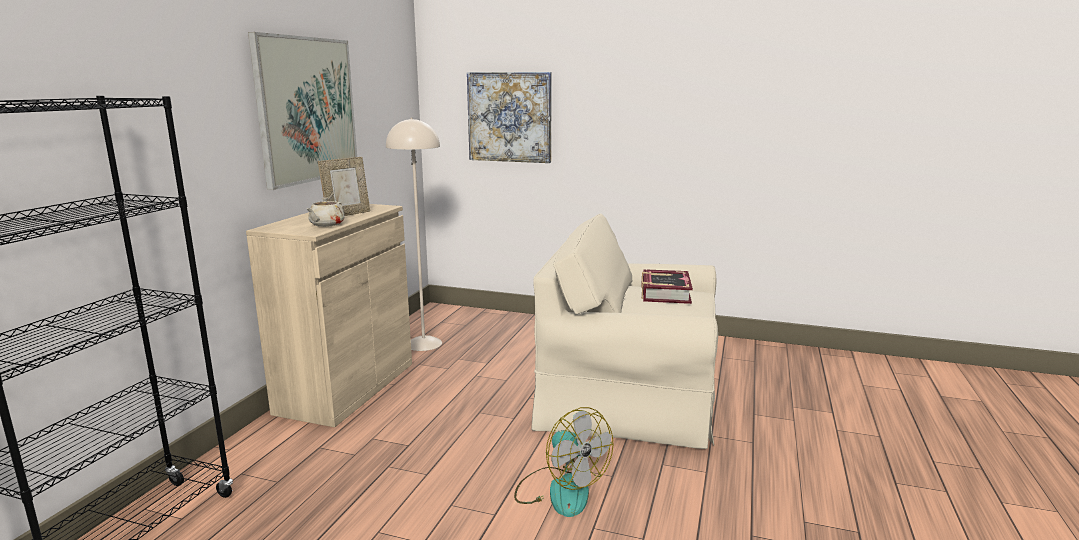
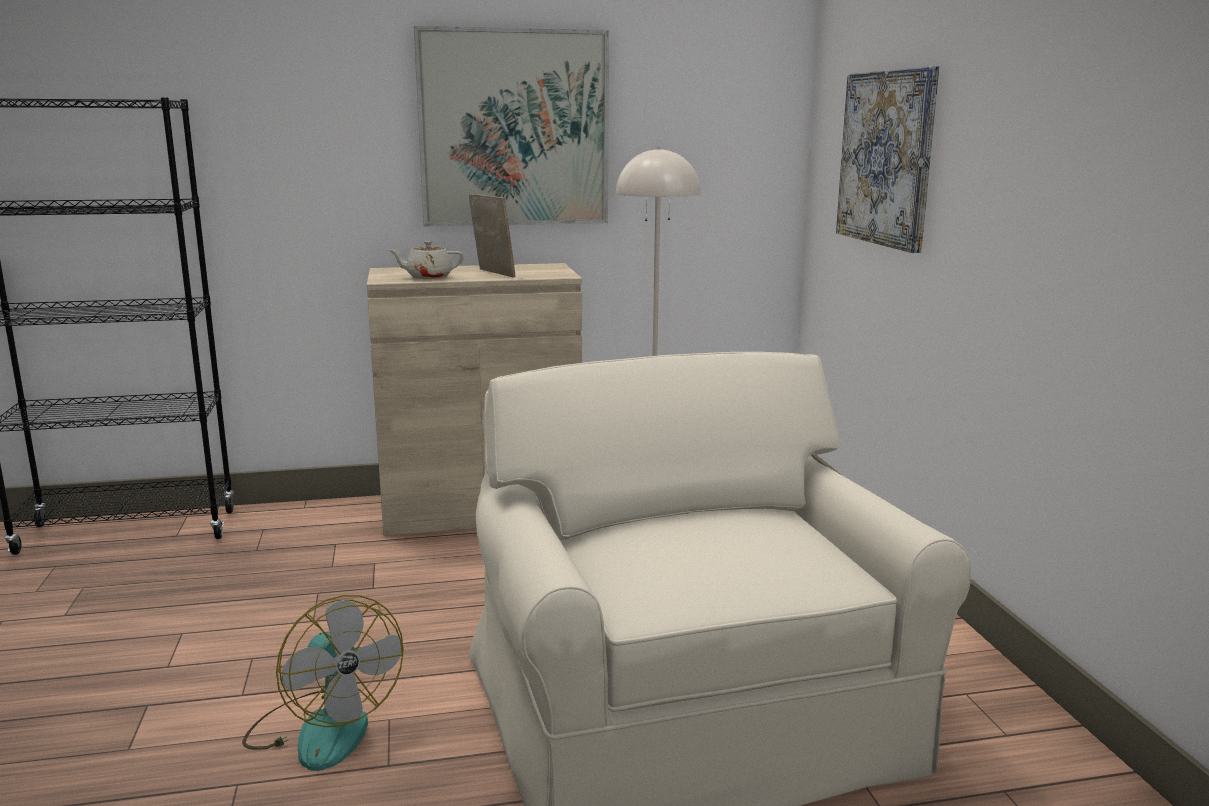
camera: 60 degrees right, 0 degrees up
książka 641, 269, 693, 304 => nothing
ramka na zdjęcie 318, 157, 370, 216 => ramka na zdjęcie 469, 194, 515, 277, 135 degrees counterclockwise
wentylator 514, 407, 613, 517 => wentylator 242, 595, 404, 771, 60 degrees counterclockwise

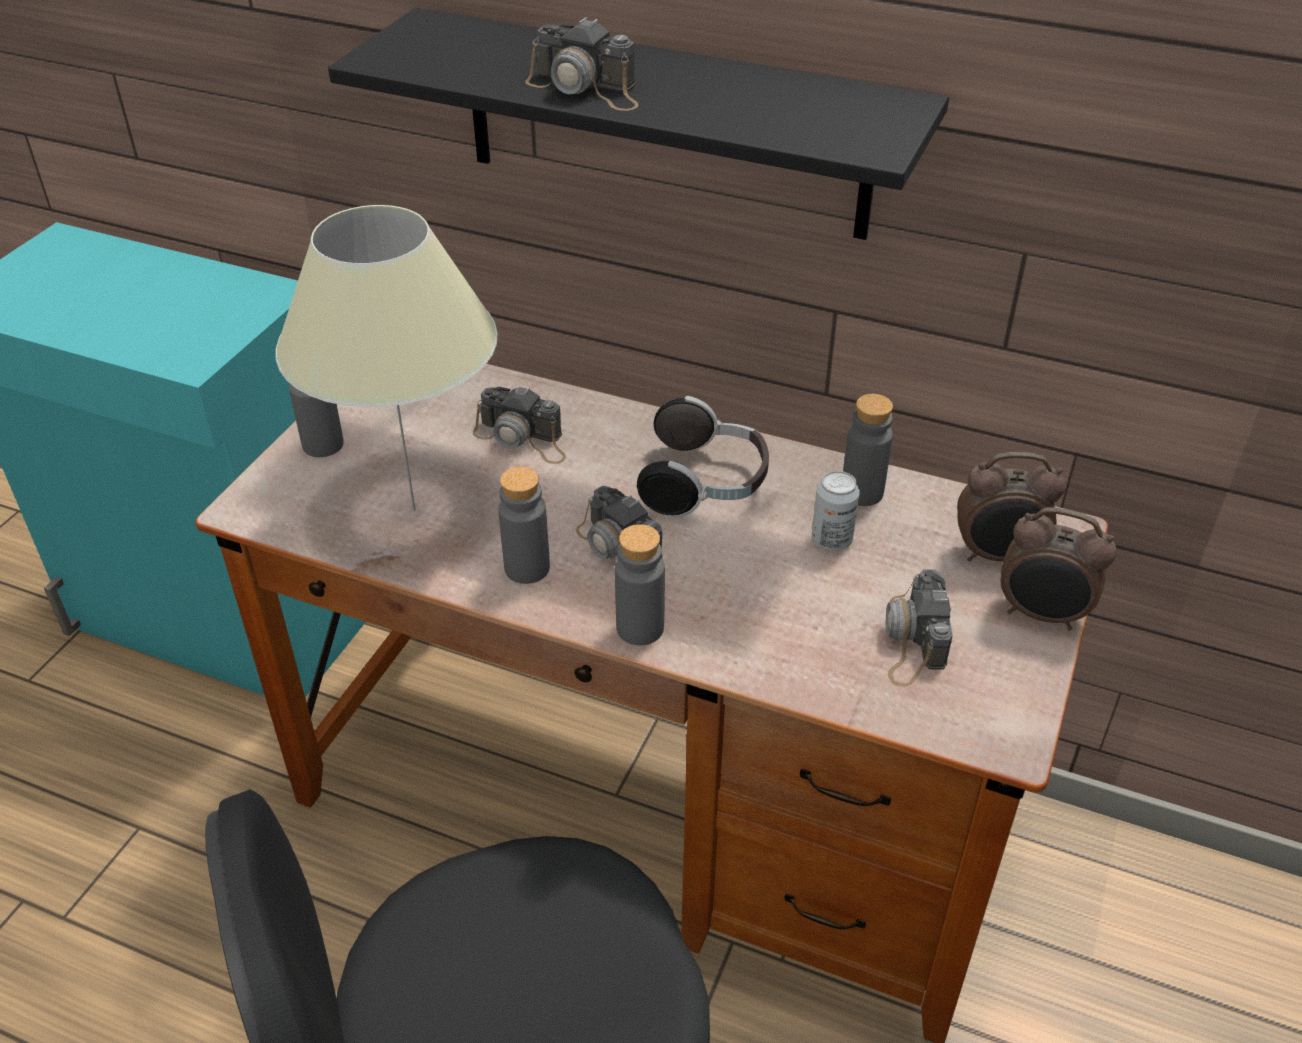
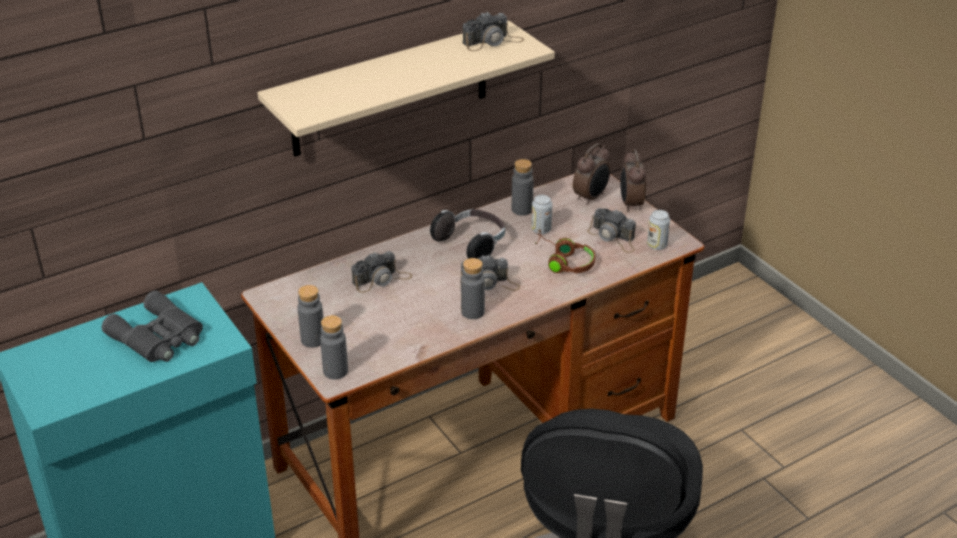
camera: 55 degrees left, 5 degrees down
lampa stołowa/beżowy 276, 205, 498, 511 => nothing
nothing => lornetka/szary 102, 290, 203, 362
nothing => słuchawki/brązowy 535, 230, 595, 273
nothing => puszka 647, 210, 670, 250
aparat fotograficzny 525, 17, 639, 111 => aparat fotograficzny 463, 12, 524, 51, relocated
butelka/szary 615, 524, 665, 645 => butelka/szary 320, 315, 348, 379, relocated
półka/czarny 328, 8, 949, 240 => półka/beżowy 257, 20, 555, 157
budzik 1001, 507, 1117, 630 => budzik 620, 149, 646, 212, 120 degrees clockwise

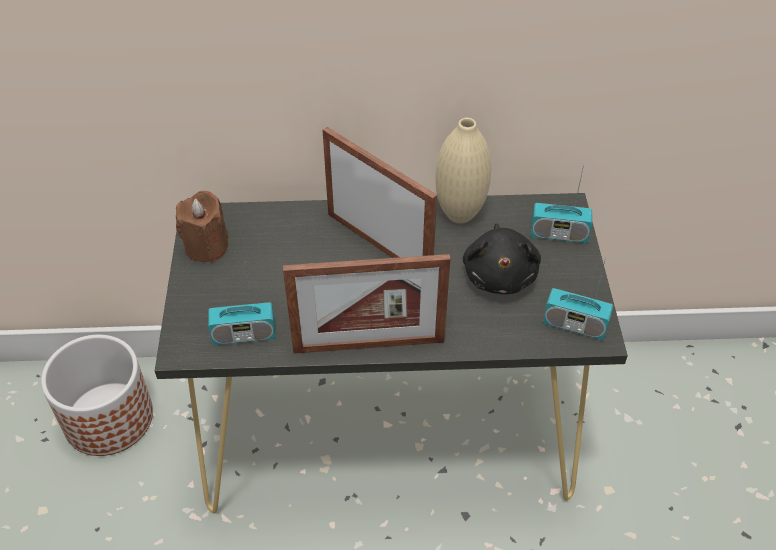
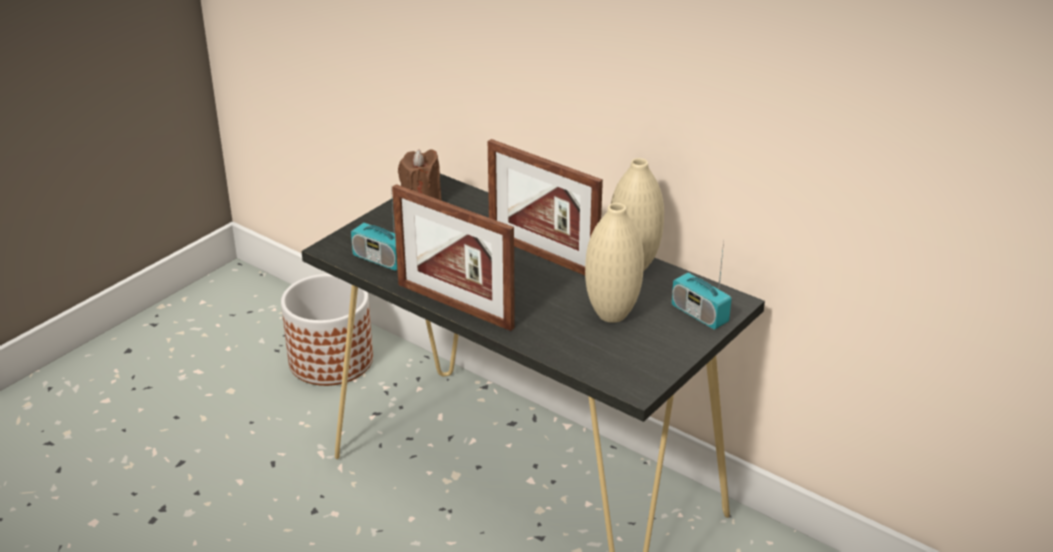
camera: 40 degrees right, 15 degrees down
radio 543, 258, 613, 340 => nothing
pluszak/czarny 463, 223, 541, 294 => wazon/beżowy 585, 203, 644, 323
ramka na zdjęcie 323, 127, 437, 258 => ramka na zdjęcie 488, 139, 603, 275, 135 degrees clockwise

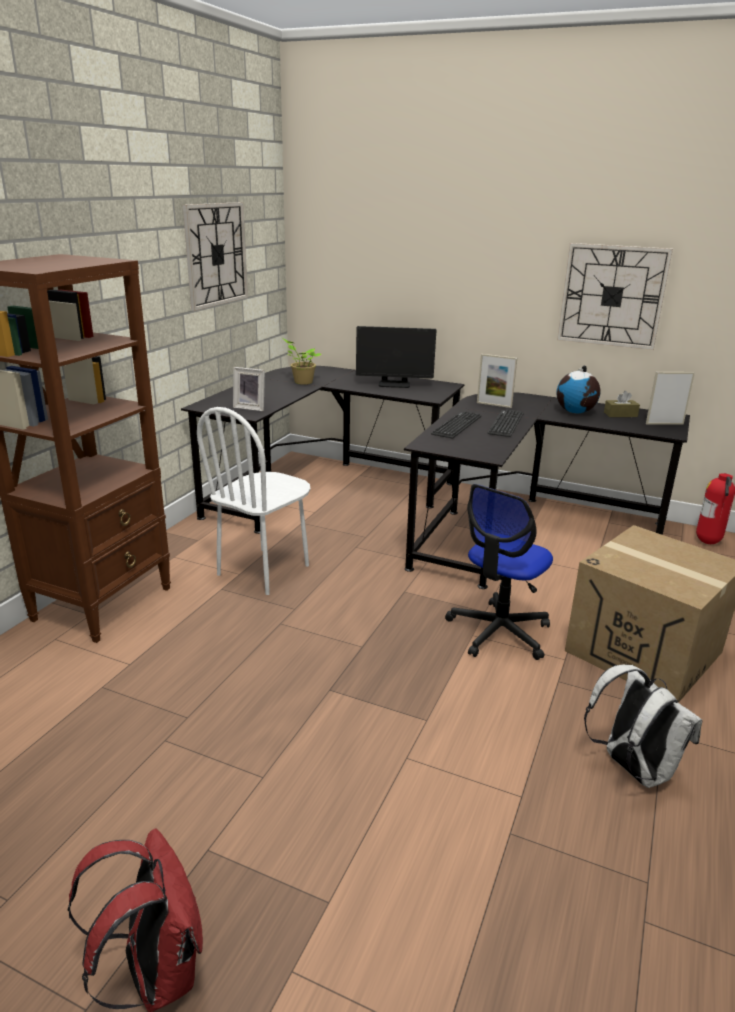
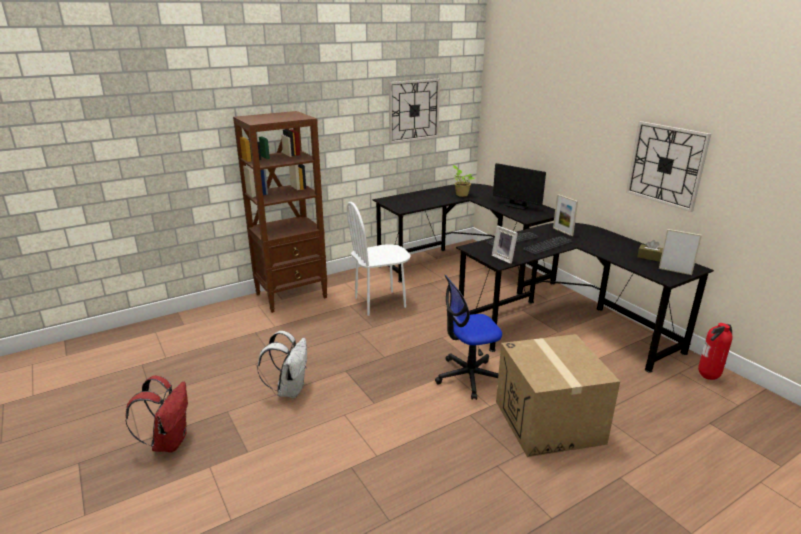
camera: 35 degrees right, 0 degrees up
globus 557, 365, 600, 413 => nothing
ramka na zdjęcie 233, 367, 265, 411 => ramka na zdjęcie 492, 226, 518, 264, relocated
plecak/biały 584, 664, 702, 788 => plecak/biały 257, 331, 307, 398, relocated

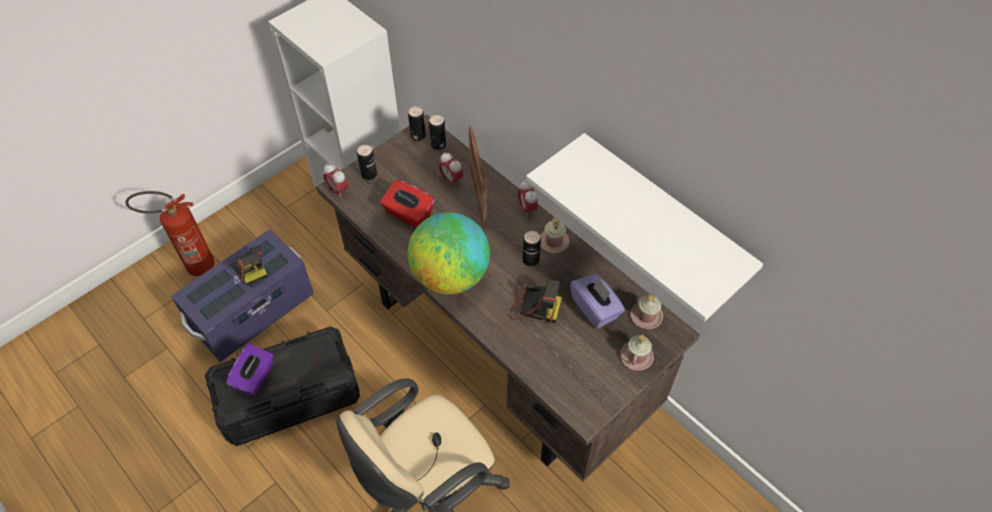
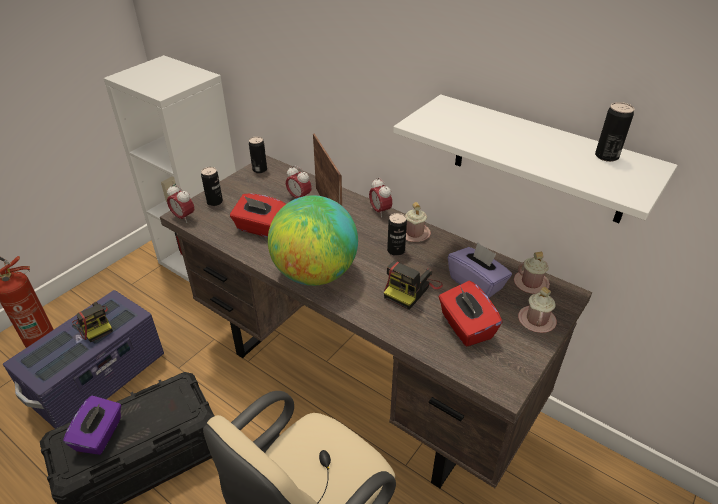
camera: 10 degrees left, 15 degrees down
nothing => pudełko chusteczek/czerwony 439, 281, 502, 347
puszka 429, 115, 446, 150 => puszka 595, 102, 634, 162, relocated
aparat fotograficzny 510, 280, 562, 324 => aparat fotograficzny 384, 261, 443, 310, 120 degrees clockwise

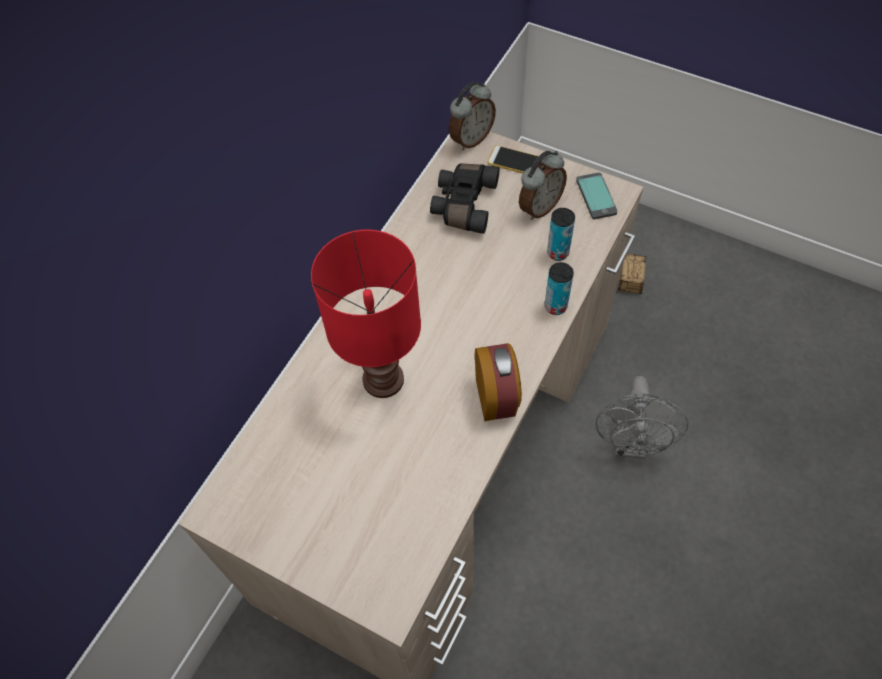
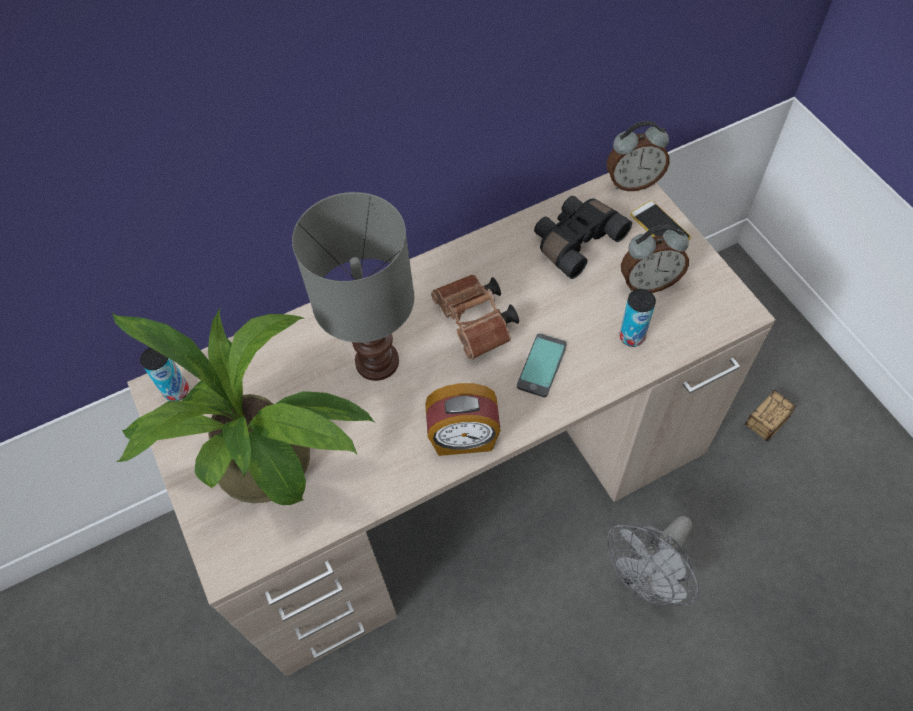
camera: 35 degrees right, 0 degrees up
nothing => roślina doniczkowa 112, 308, 374, 505
nothing => lornetka/brązowy 431, 275, 519, 360
puszka 545, 262, 574, 315 => puszka 140, 347, 189, 401, relocated
telefon 576, 172, 617, 219 => telefon 517, 333, 567, 397, relocated
lampa stołowa/czerwony 311, 230, 421, 398 => lampa stołowa/szary 292, 192, 414, 381
budzik 475, 343, 522, 421 => budzik 425, 383, 501, 456, 60 degrees clockwise

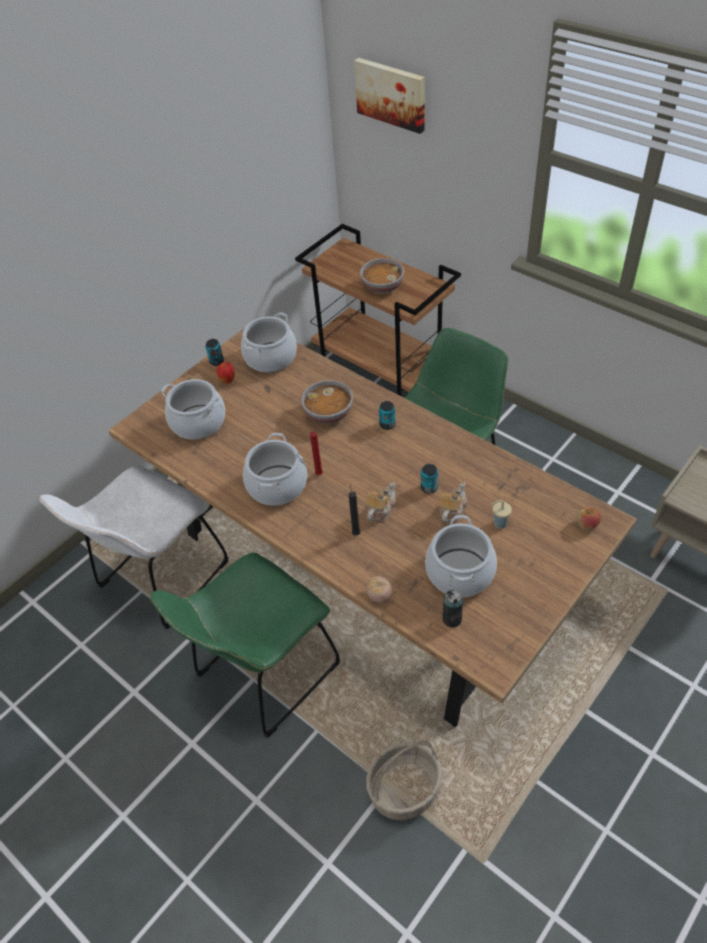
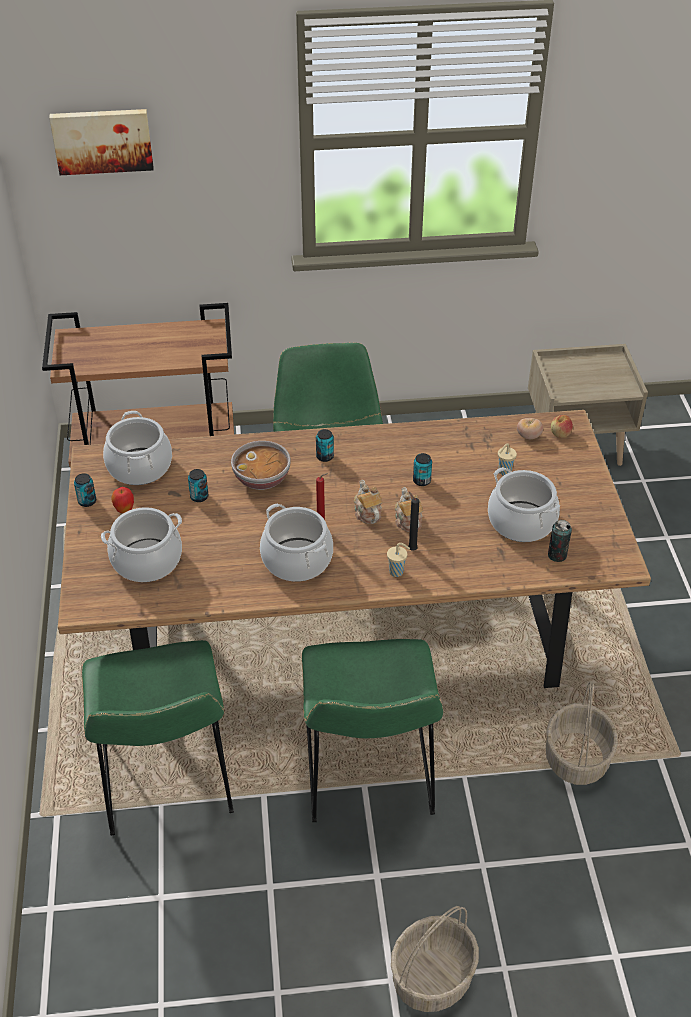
camera: 50 degrees left, 5 degrees down
miska 360, 258, 404, 294 => nothing
nothing => puszka 188, 469, 209, 502
nothing => filiżanka/beżowy 387, 543, 410, 577
nothing => koszyk 391, 906, 479, 1012
pomidor 366, 576, 392, 603 => pomidor 517, 418, 543, 439, relocated
imbryk 439, 482, 467, 524 => imbryk 354, 480, 382, 524, relocated
krzesło/biały 39, 466, 229, 629 => krzesło/zielony 82, 640, 234, 836

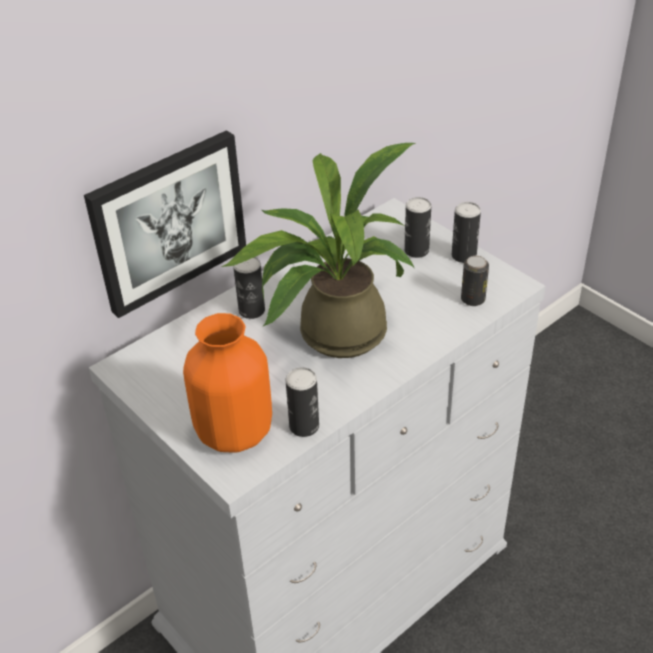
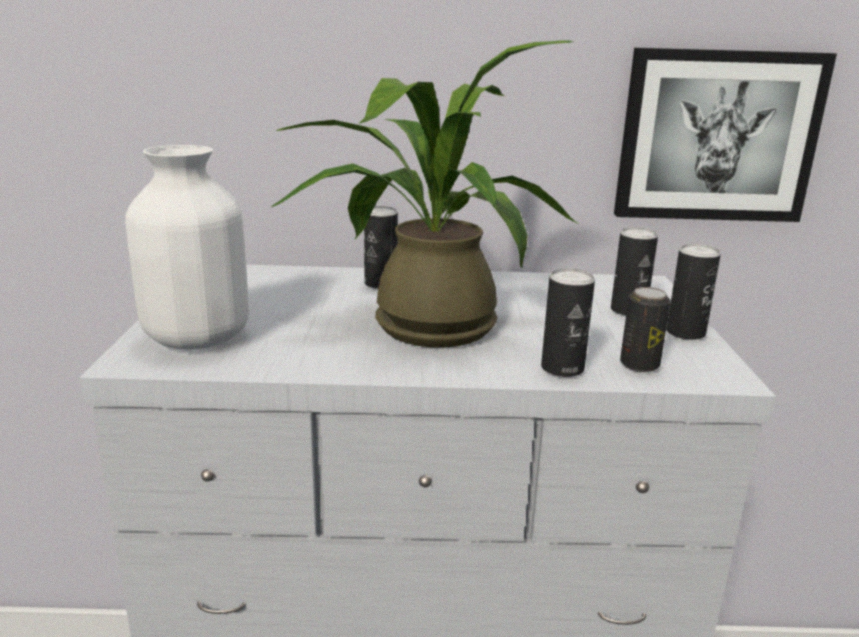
camera: 40 degrees right, 20 degrees down
obraz 84, 130, 246, 318 => obraz 614, 48, 837, 222, relocated
puszka 286, 367, 319, 437 => puszka 541, 268, 595, 377, relocated
wazon/pomarańczowy 183, 313, 272, 452 => wazon/biały 125, 145, 249, 350

